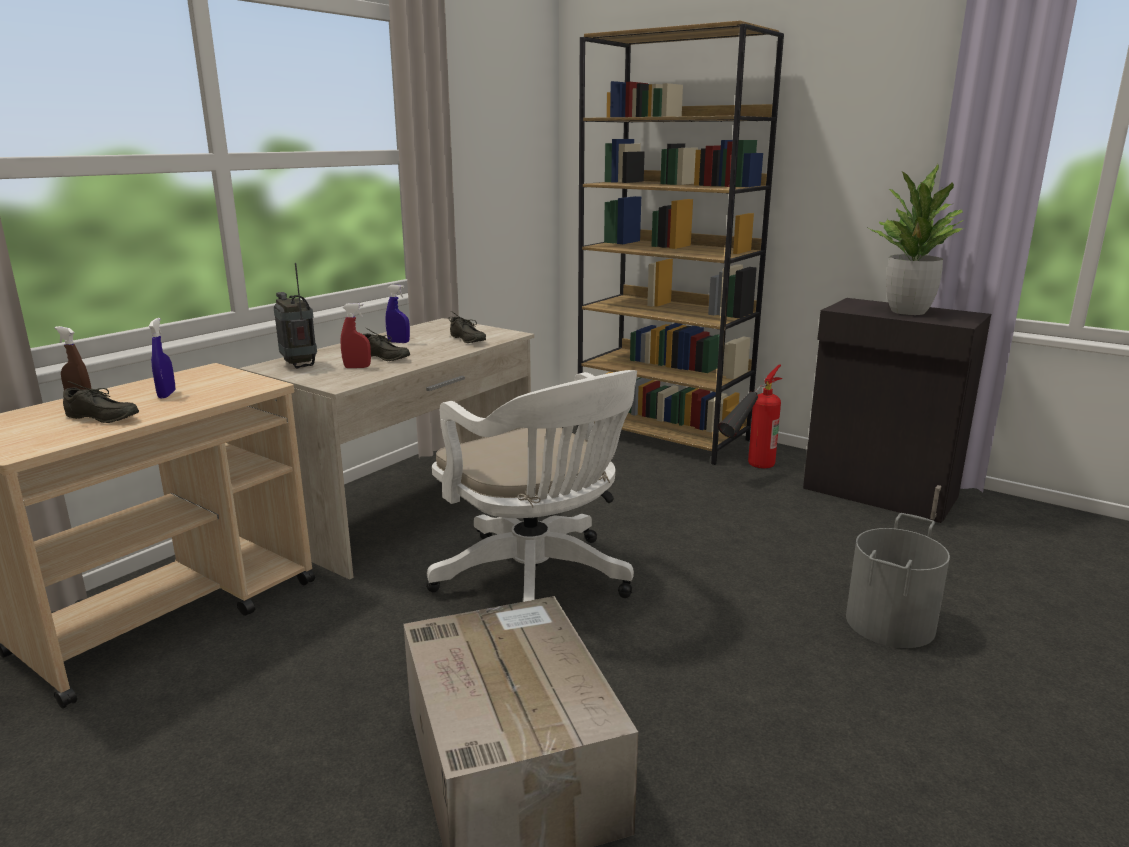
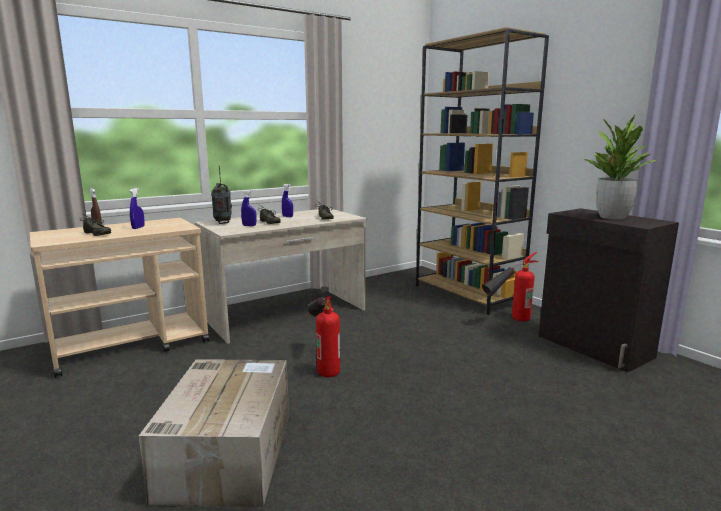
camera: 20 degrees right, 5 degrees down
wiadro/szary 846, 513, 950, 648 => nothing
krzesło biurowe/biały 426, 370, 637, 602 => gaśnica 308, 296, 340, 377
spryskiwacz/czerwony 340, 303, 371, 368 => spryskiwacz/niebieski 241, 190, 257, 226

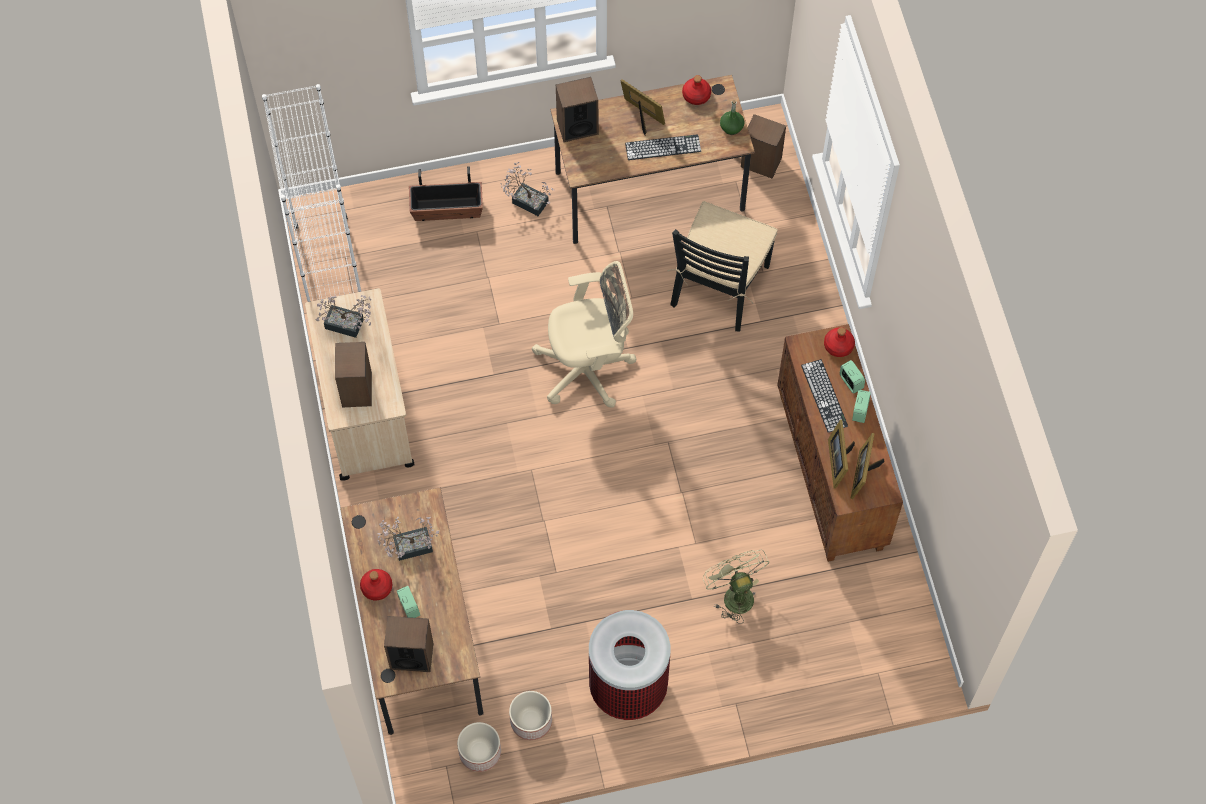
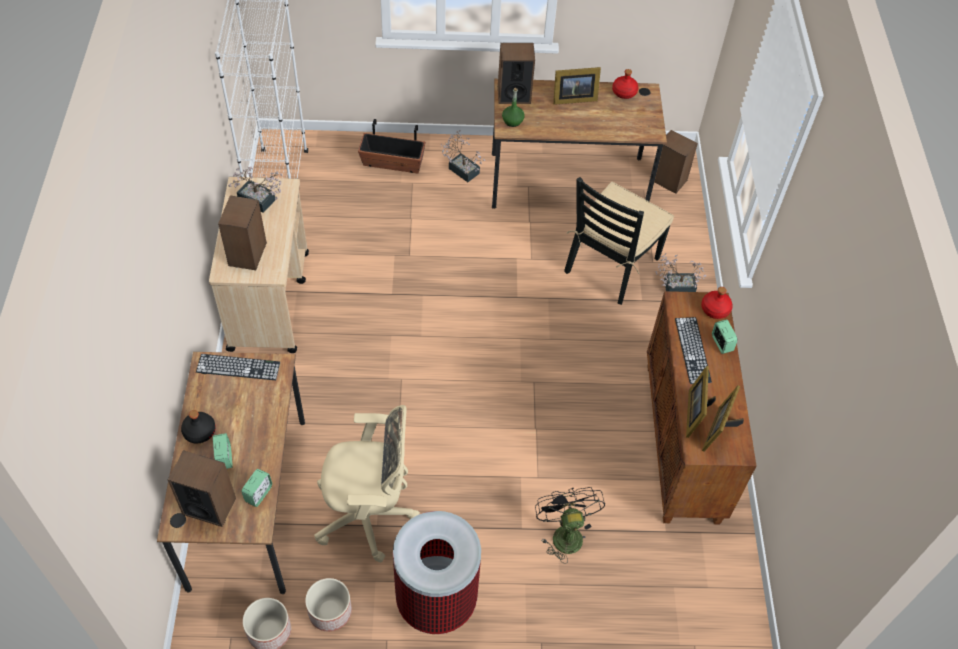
camera: 10 degrees right, 10 degrees down
roślina doniczkowa 377, 517, 439, 561 => roślina doniczkowa 656, 253, 706, 292, relocated
krzesło biurowe/beżowy 532, 261, 637, 408 => krzesło biurowe/beżowy 314, 405, 420, 562, relocated
klawiatura 625, 135, 701, 160 => klawiatura 196, 354, 280, 380, relocated
butelka/zielony 720, 100, 744, 135 => butelka/zielony 502, 88, 525, 127, relocated
budzik 852, 390, 871, 423 => budzik 241, 469, 272, 507, relocated
butelka/czerwony 360, 569, 392, 600 => butelka/czarny 181, 410, 216, 443
wentylator/zielony 703, 550, 769, 624 => wentylator/czarny 535, 487, 605, 563
ramka na zdjęcie 620, 79, 665, 135 => ramka na zdjęcie 553, 67, 601, 105, 120 degrees clockwise

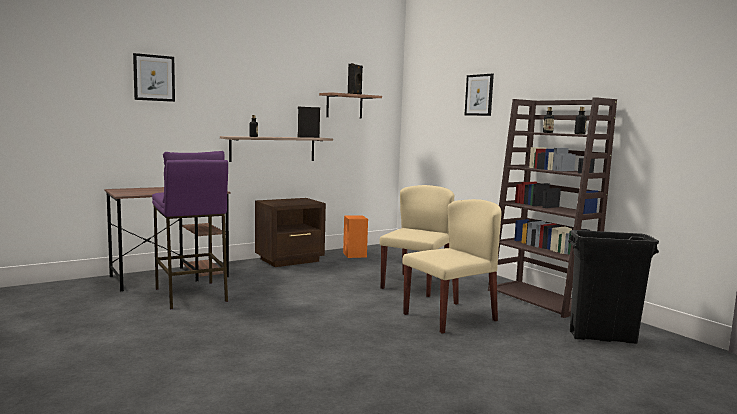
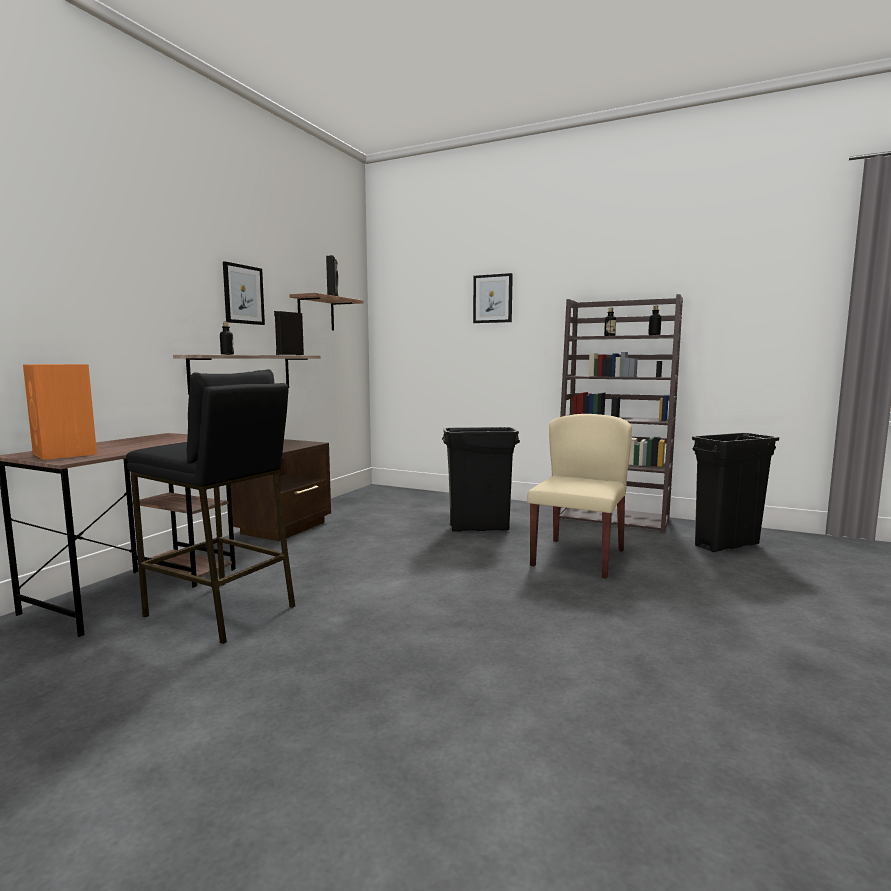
camera: 30 degrees left, 0 degrees up
obraz 133, 53, 175, 102 => obraz 223, 261, 265, 325, relocated
głośnik/pomarańczowy 343, 215, 368, 258 => głośnik/pomarańczowy 23, 364, 97, 460, relocated
krzesło/beżowy 379, 185, 454, 297 => kosz na śmieci/czarny 442, 427, 520, 532
stołek/fioletowy 152, 151, 228, 309 => stołek/czarny 126, 369, 295, 644

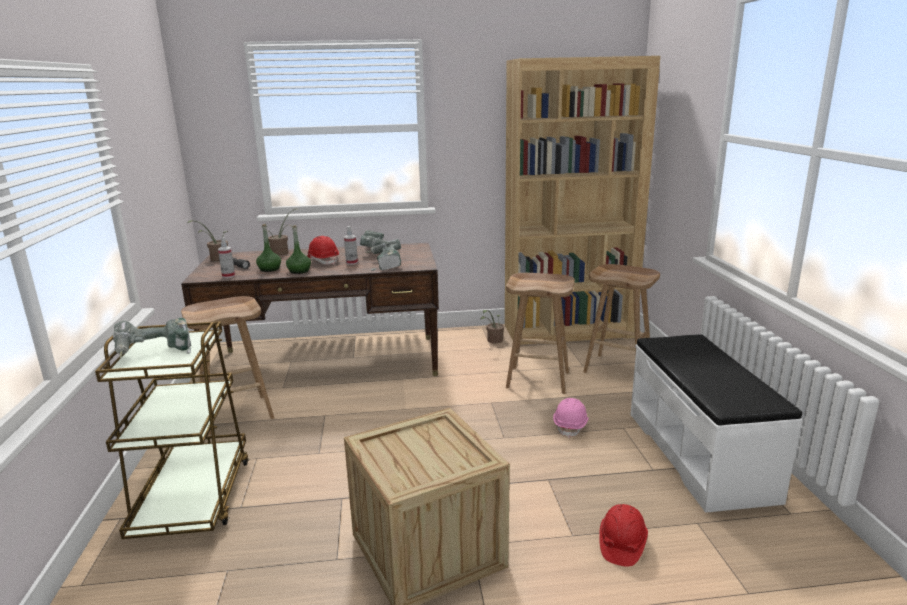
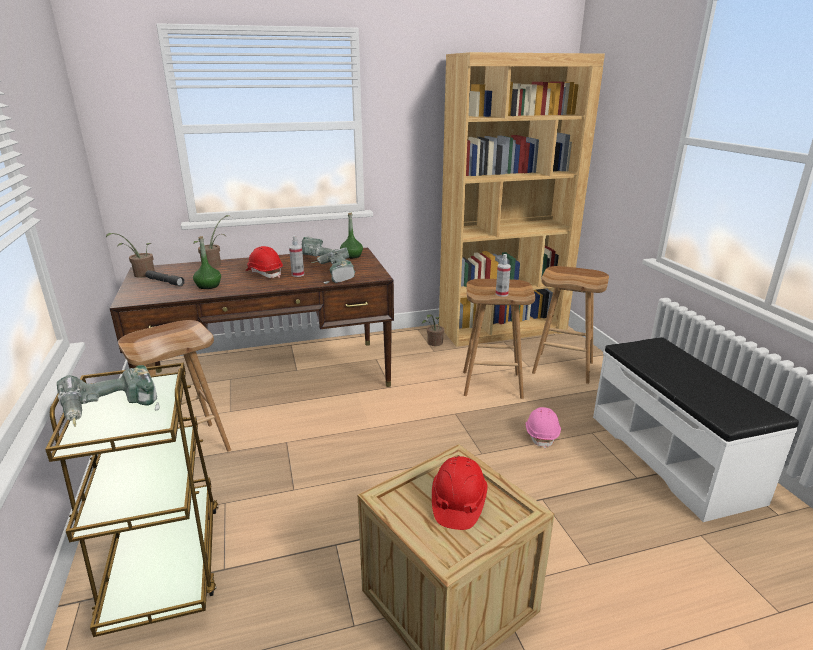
camera: 10 degrees left, 5 degrees up
spryskiwacz 218, 237, 235, 278 => spryskiwacz 496, 254, 511, 297, relocated
butelka/zielony 286, 225, 311, 274 => butelka/zielony 340, 213, 363, 259, relocated
kask/czerwony 599, 504, 648, 567 => kask/czerwony 432, 456, 488, 530, relocated

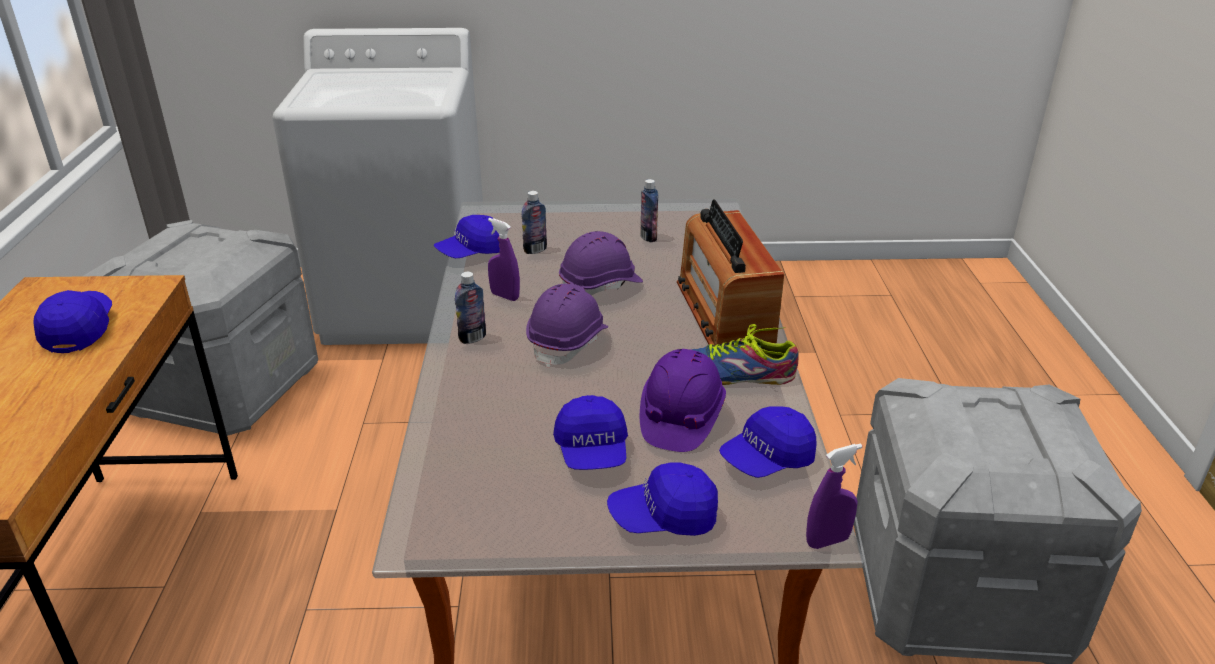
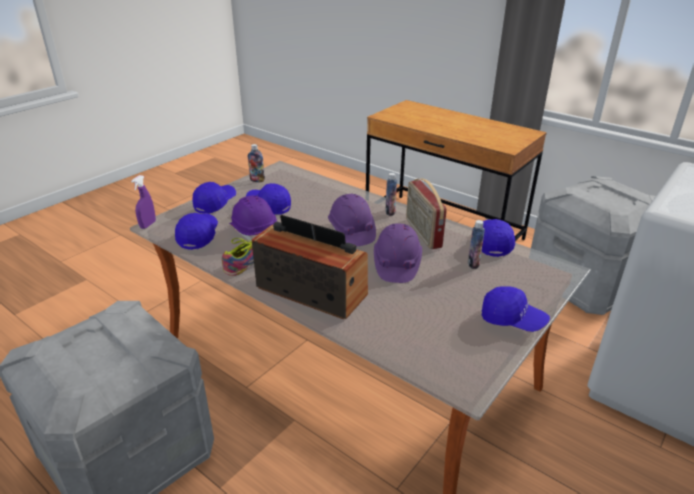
camera: 130 degrees right, 0 degrees up
czapka z daszkiem/niebieski 33, 290, 112, 353 => czapka z daszkiem/niebieski 481, 286, 550, 332, relocated
butelka 640, 179, 658, 242 => butelka 248, 144, 265, 182, relocated
spryskiwacz/fioletowy 488, 218, 520, 301 => radio 406, 178, 447, 249

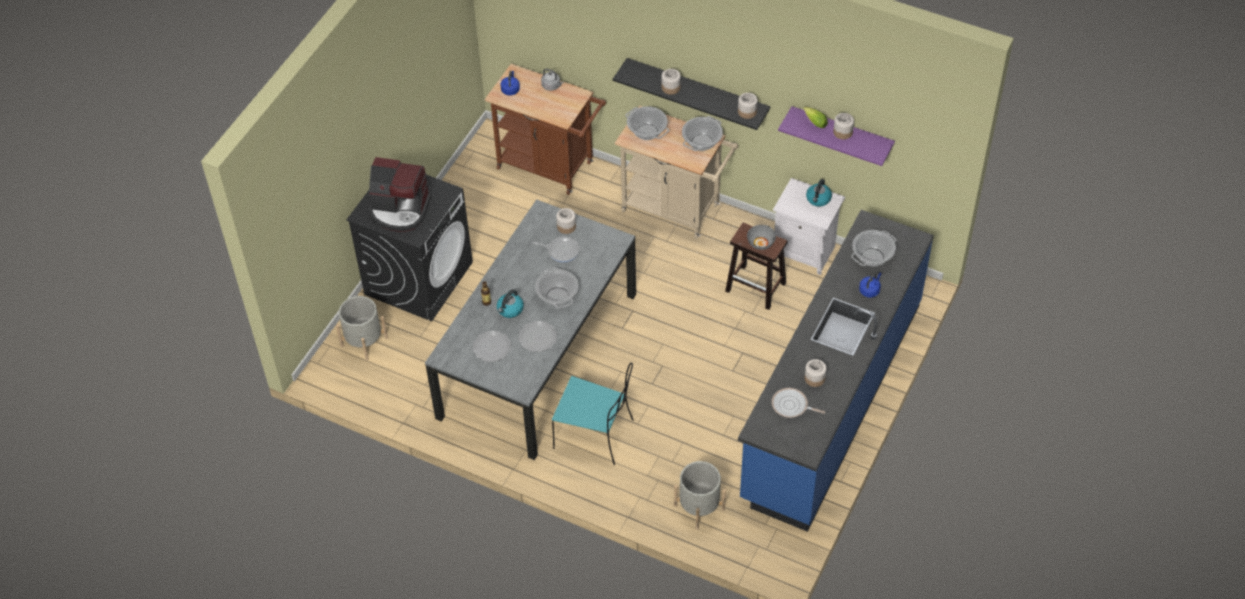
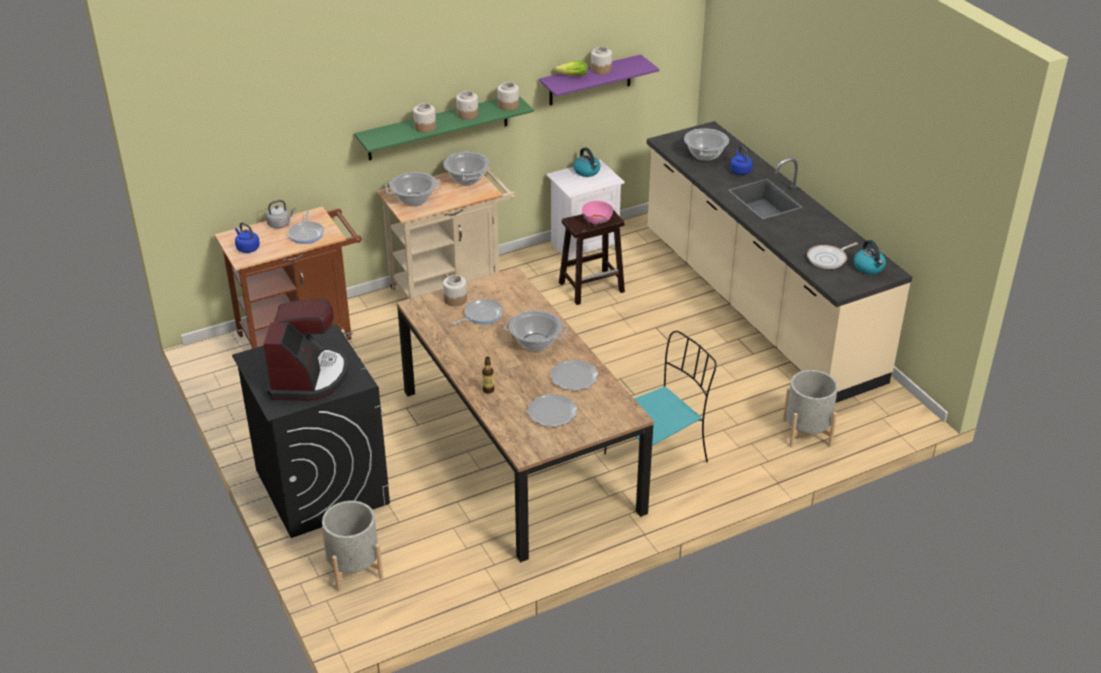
camera: 55 degrees left, 15 degrees down
nothing => patelnia 288, 210, 324, 244
czajnik 497, 289, 524, 318 => czajnik 854, 240, 886, 274, relocated
słoik 805, 359, 827, 387 => słoik 456, 91, 478, 120, relocated
stół jadalny/szary 425, 199, 636, 460 => stół jadalny/brązowy 397, 267, 654, 562
półka/czarny 613, 58, 770, 130 => półka/zielony 354, 96, 534, 160
zabudowa kuchenna/niebieski 738, 210, 934, 532 => zabudowa kuchenna/beżowy 647, 121, 912, 403
miska/szary 747, 225, 776, 250 => miska/różowy 582, 201, 613, 224
ekspres do kawy 369, 157, 432, 232 => ekspres do kawy 264, 299, 348, 401, 45 degrees counterclockwise

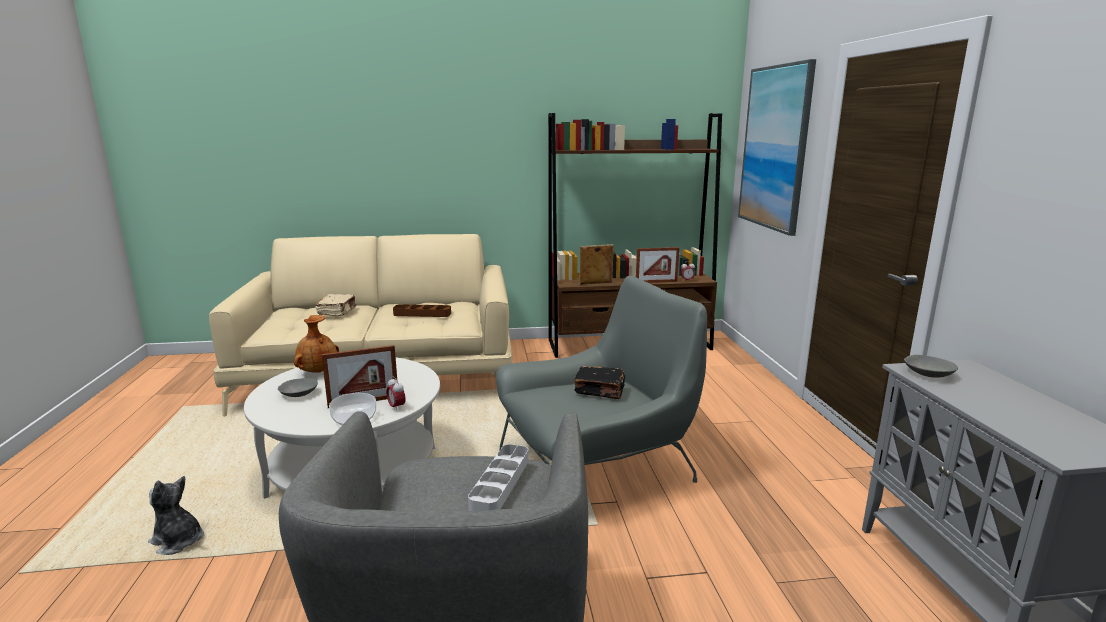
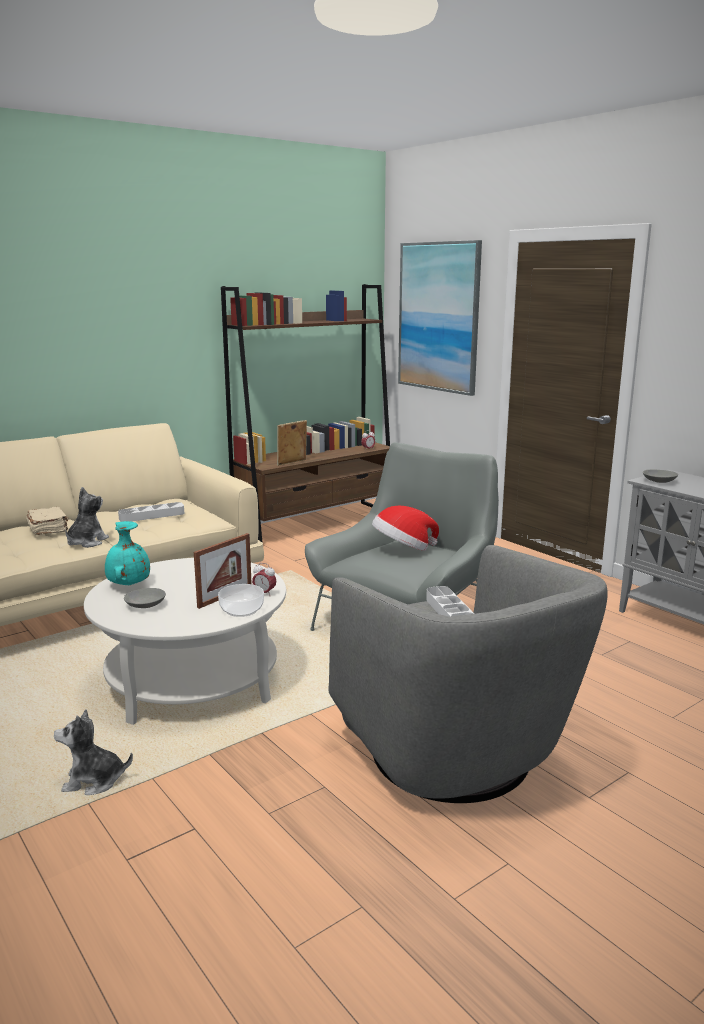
camera: 30 degrees left, 0 degrees up
ramka na zdjęcie 636, 247, 679, 283 => nothing
nothing => pluszak 65, 487, 109, 548
książka/czarny 574, 366, 626, 399 => kapelusz 372, 506, 439, 551
wazon/brązowy 294, 315, 339, 373 => wazon/turkusowy 105, 521, 150, 585
taca/brązowy 393, 304, 451, 317 => taca/szary 118, 502, 184, 522

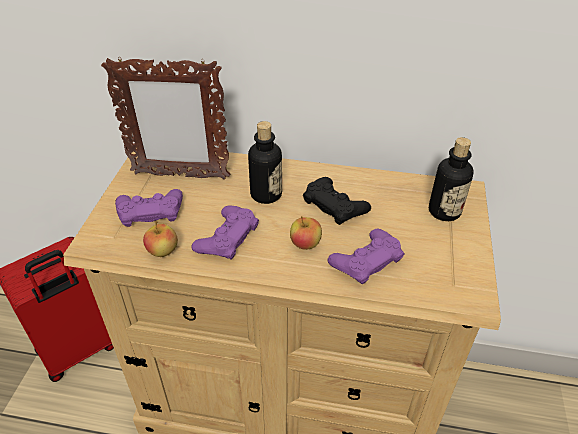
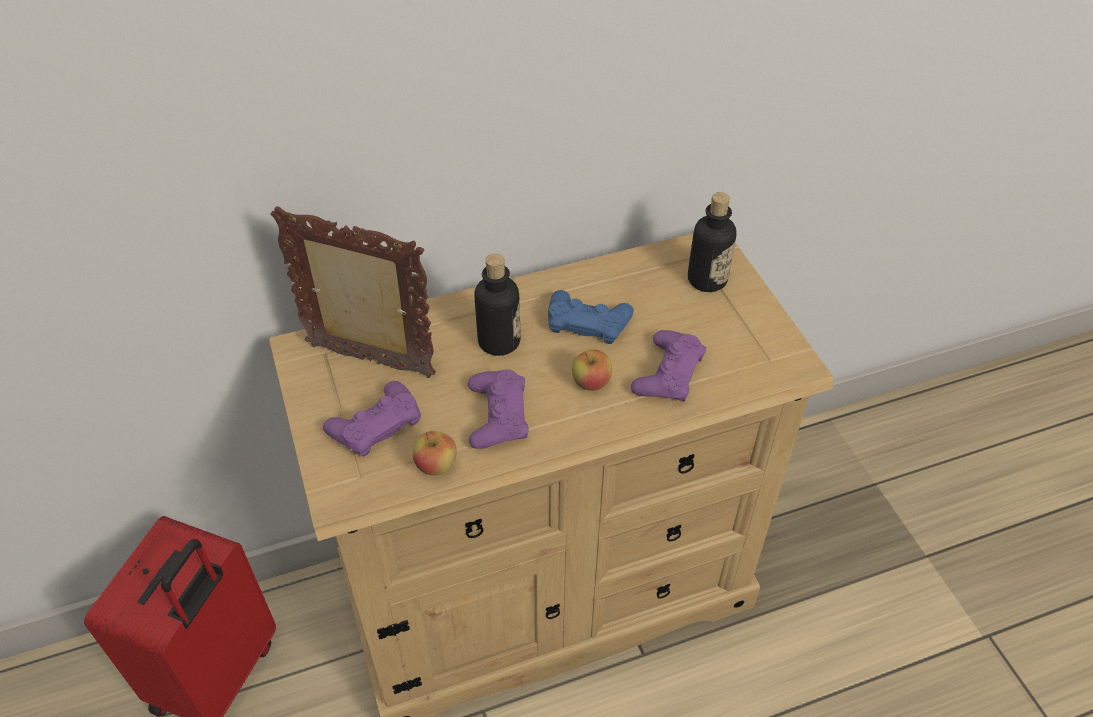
camera: 30 degrees left, 5 degrees up
pad do gier/czarny 303, 177, 371, 225 => pad do gier/niebieski 548, 290, 634, 344
ramka na zdjęcie 101, 58, 230, 180 => ramka na zdjęcie 270, 206, 436, 378, 135 degrees counterclockwise

